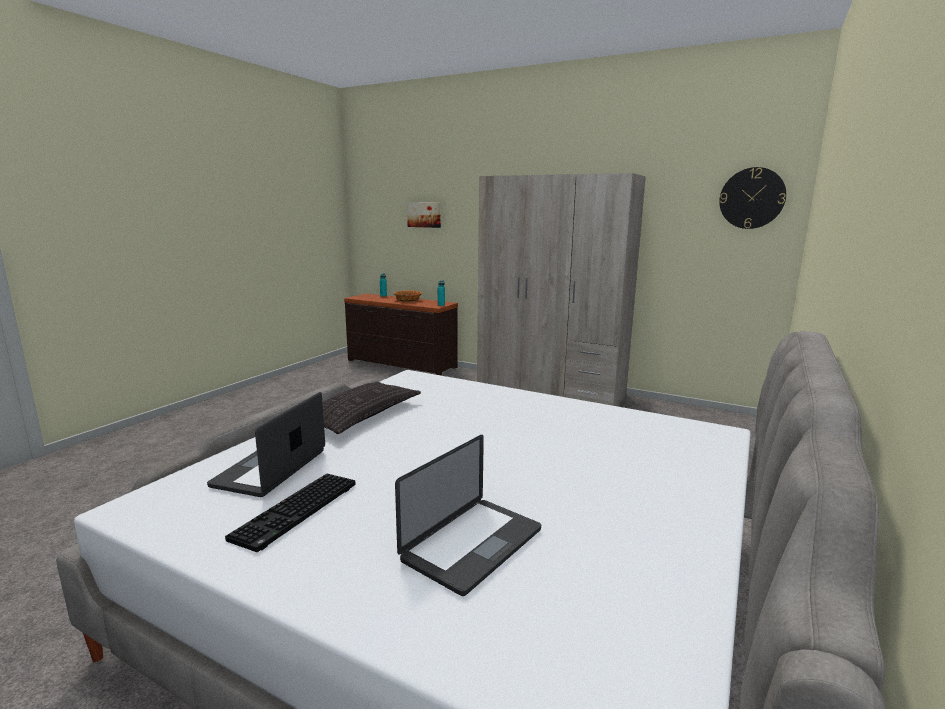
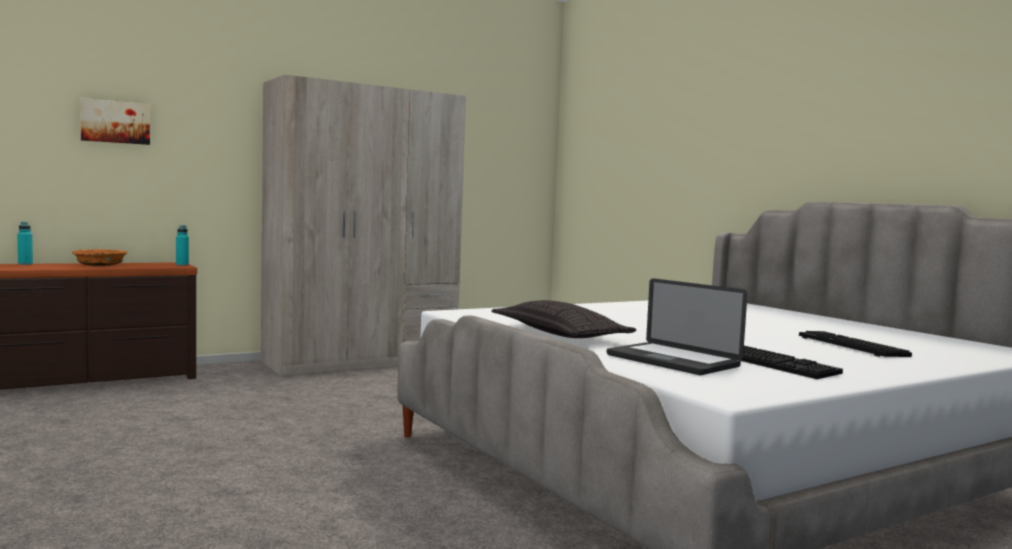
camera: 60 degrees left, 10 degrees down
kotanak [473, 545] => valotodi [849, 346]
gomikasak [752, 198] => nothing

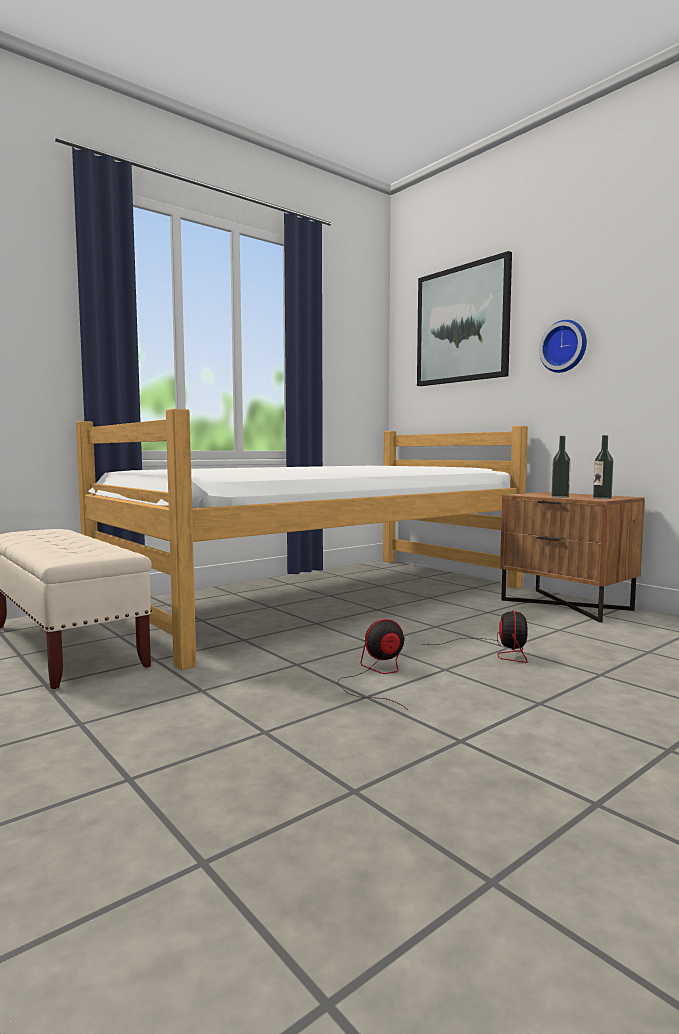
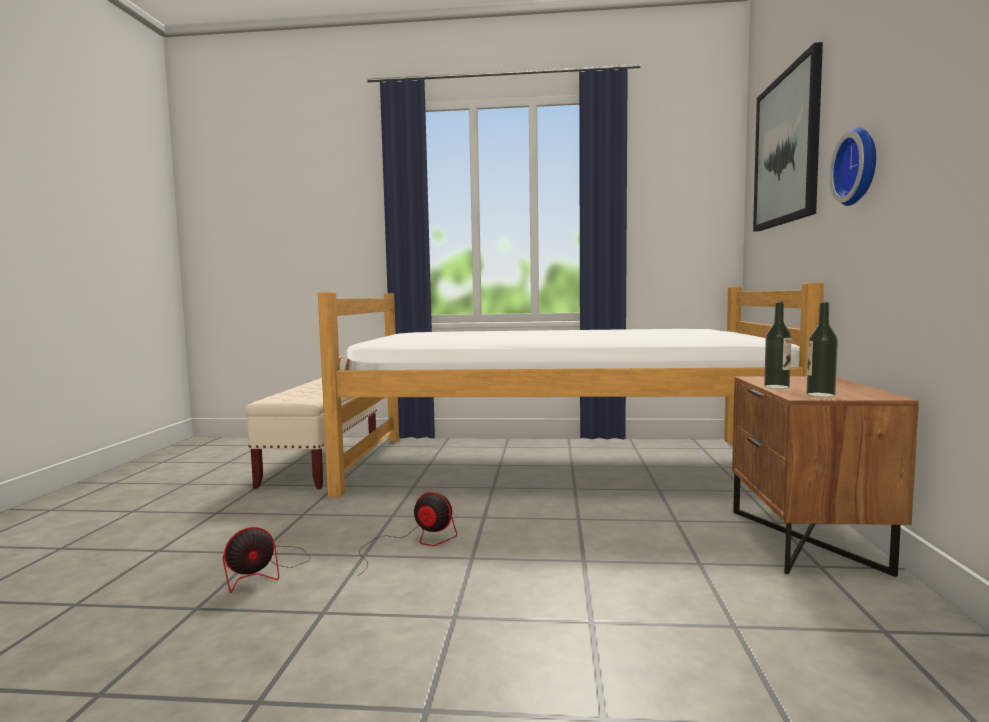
camera: 45 degrees right, 0 degrees up
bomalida [495, 651] => bomalida [264, 571], shifted

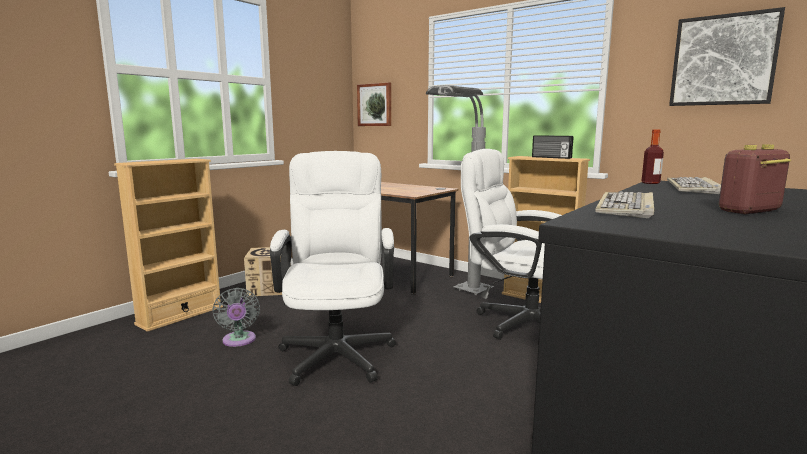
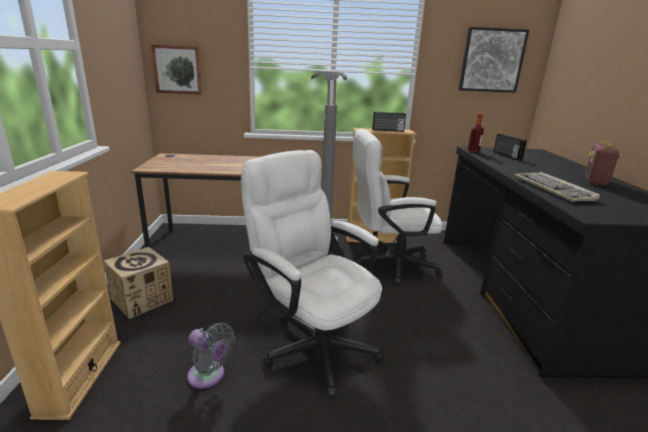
camera: 40 degrees left, 10 degrees up
valotodi [693, 188] => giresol [506, 155]

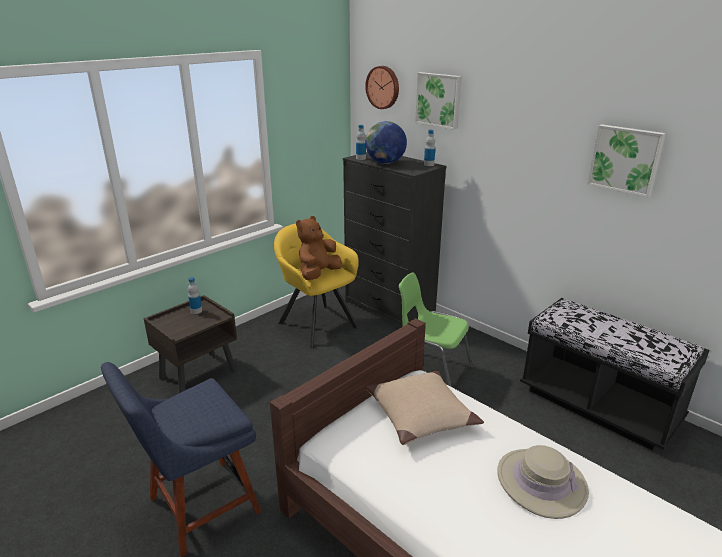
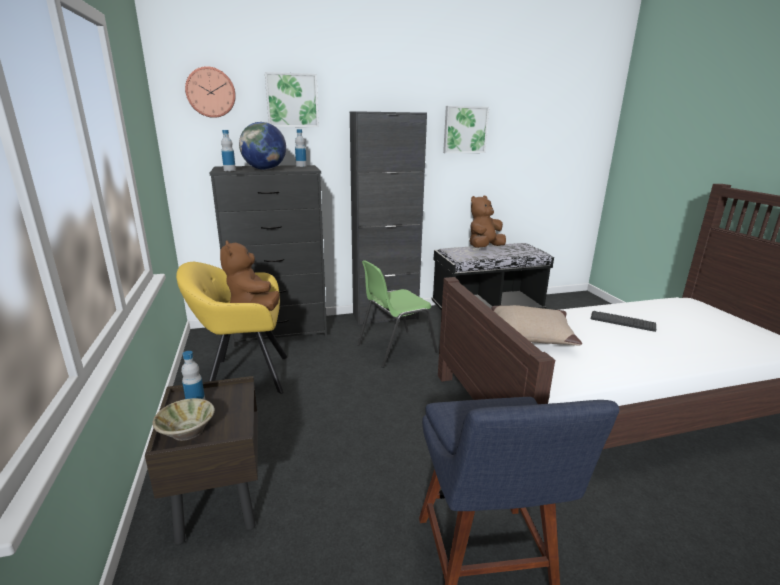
camera: 60 degrees left, 5 degrees down
nothing => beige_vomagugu [186, 431]
nothing => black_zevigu [385, 316]
nothing => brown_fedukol [484, 248]
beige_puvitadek [541, 482] => valotodi [622, 321]

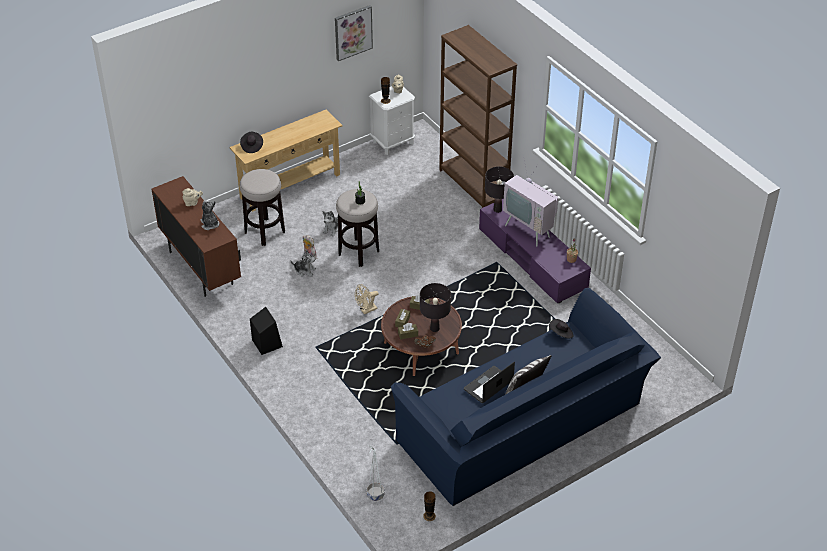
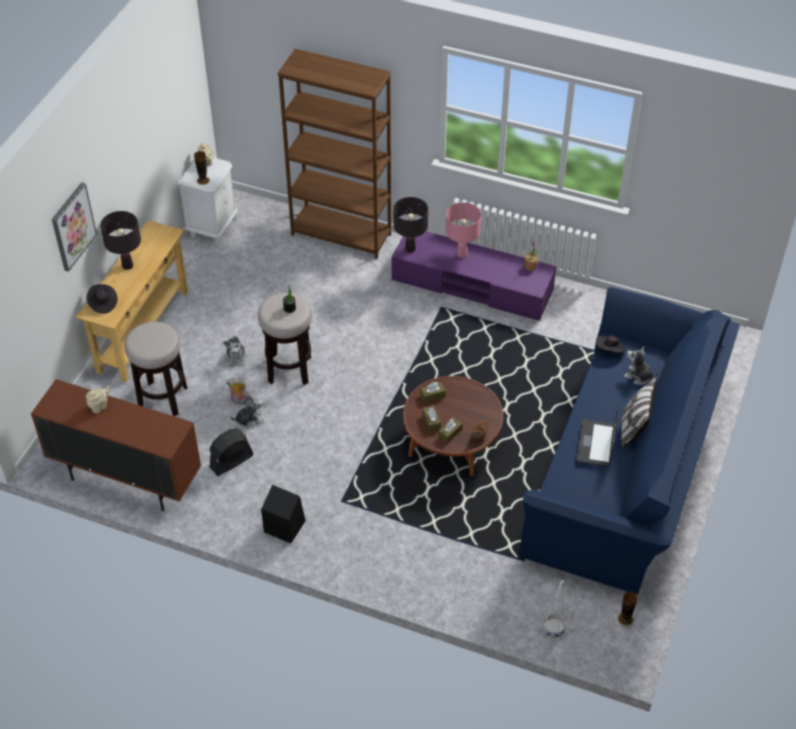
camera: 35 degrees left, 5 degrees up
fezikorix [353, 32] => fezikorix [72, 226], shifted
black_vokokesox [435, 328] => black_vokokesox [127, 266], shifted
nothing => black_bomalida [231, 461]
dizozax [530, 229] => pink_vokokesox [462, 254]
fedukol [210, 224] => fedukol [638, 376], shifted
beige_bomalida [366, 310] => nothing

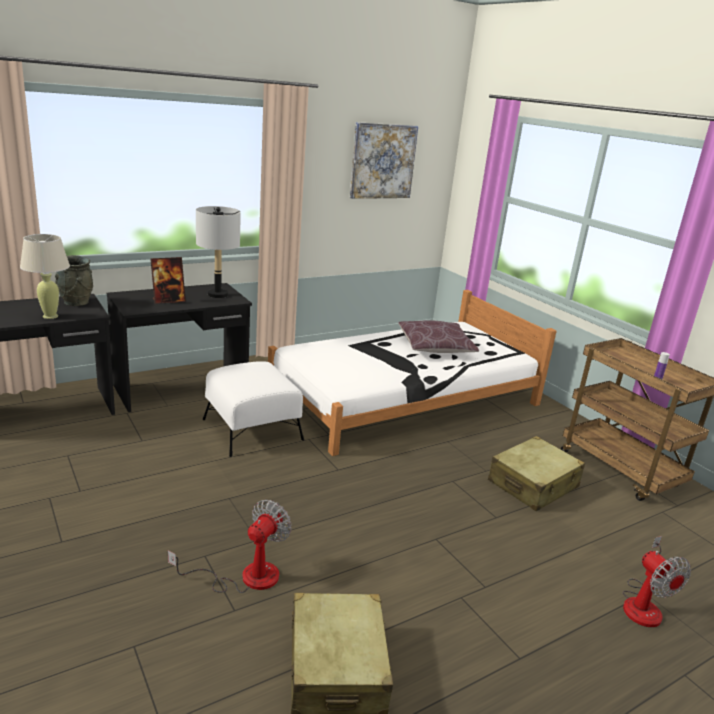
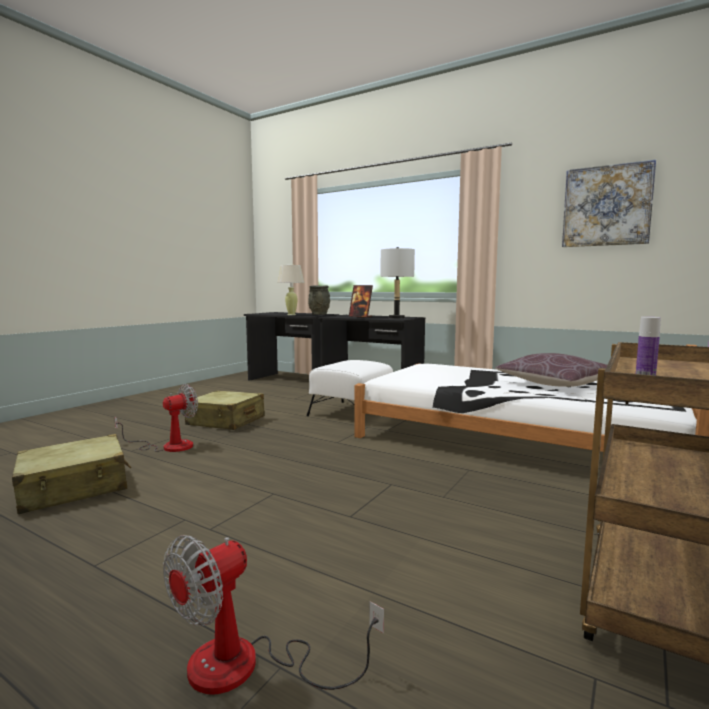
camera: 65 degrees right, 15 degrees down
bomalida [246, 577] => bomalida [168, 446], 45 degrees counterclockwise
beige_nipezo [533, 484] => beige_nipezo [225, 421], shifted

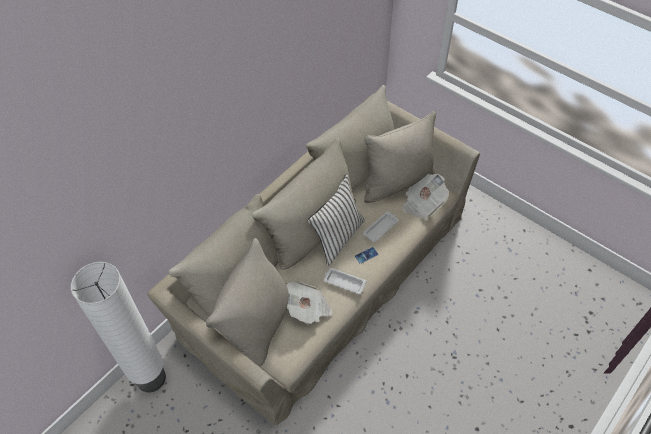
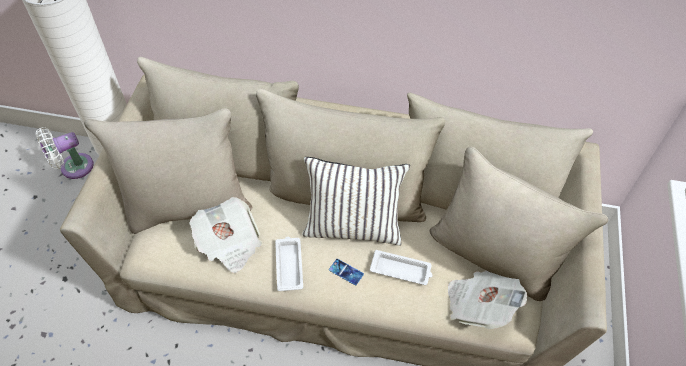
camera: 60 degrees right, 0 degrees up
nothing => white_bomalida [73, 167]

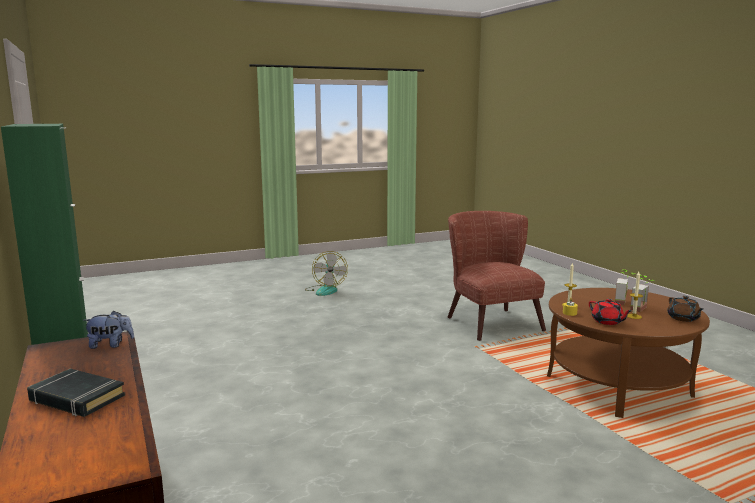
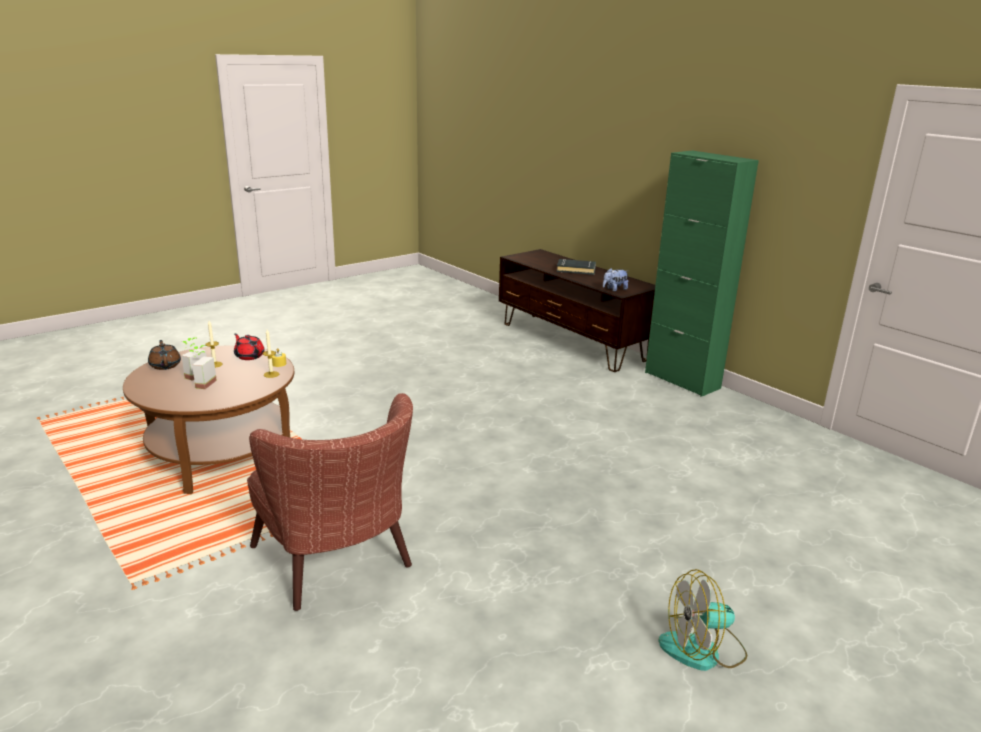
camera: 165 degrees right, 10 degrees up
bomalida [325, 290] => bomalida [702, 650], 75 degrees counterclockwise

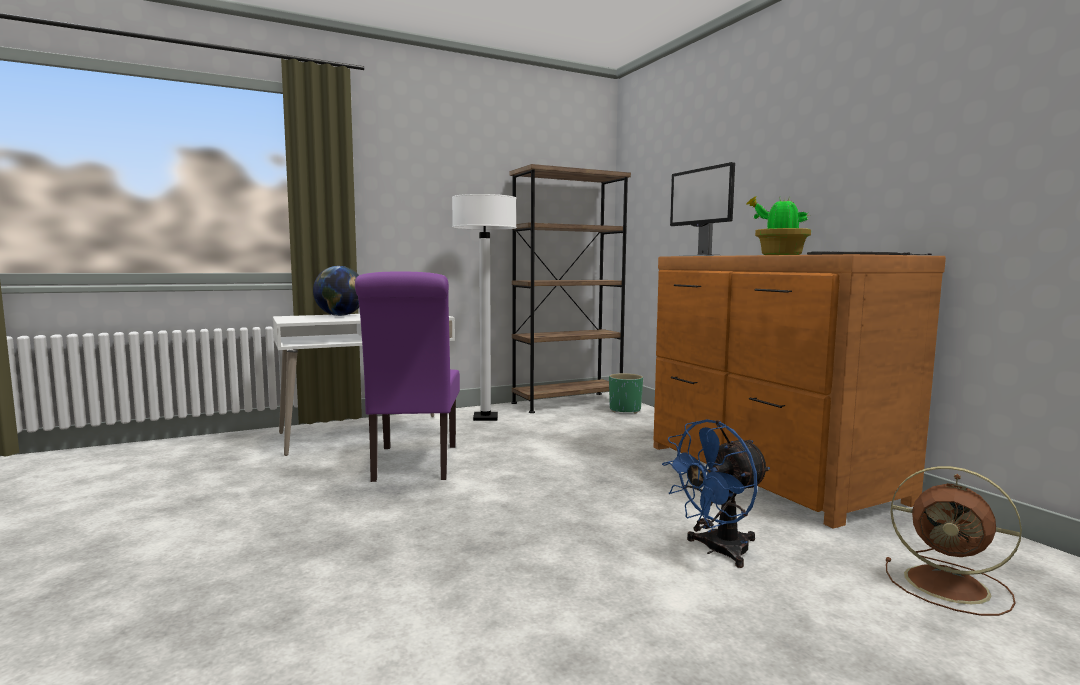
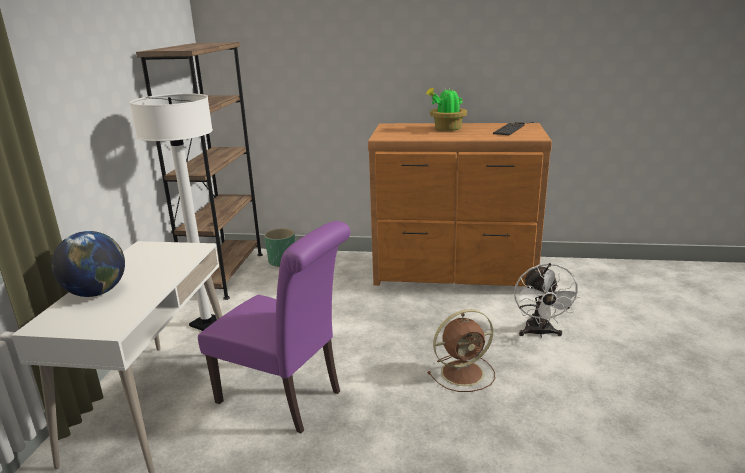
camera: 55 degrees left, 15 degrees up
brown_bomalida [950, 586] => brown_bomalida [464, 372], shifted
blue_bomalida [717, 551] => white_bomalida [539, 333]
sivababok [699, 255] => nothing

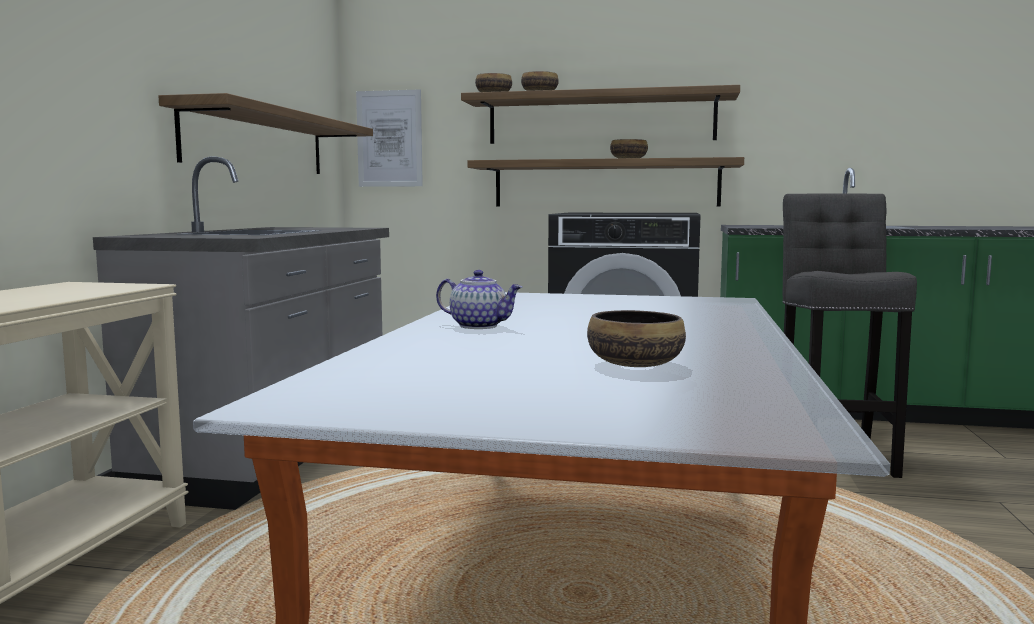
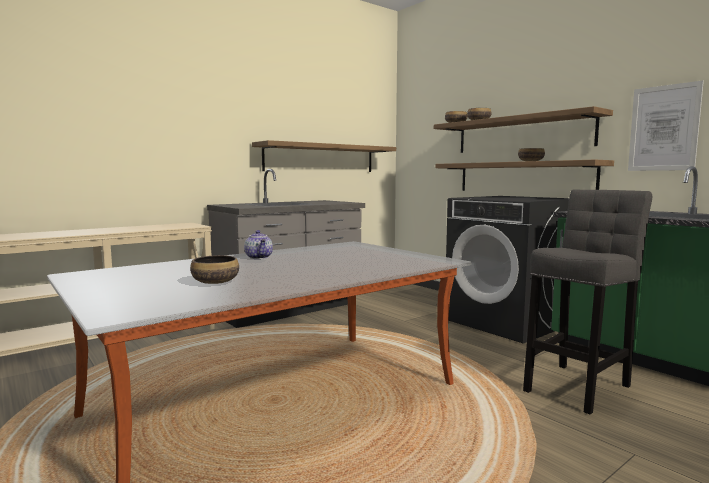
camera: 40 degrees right, 0 degrees up
fezikorix [389, 139] => fezikorix [663, 128], shifted

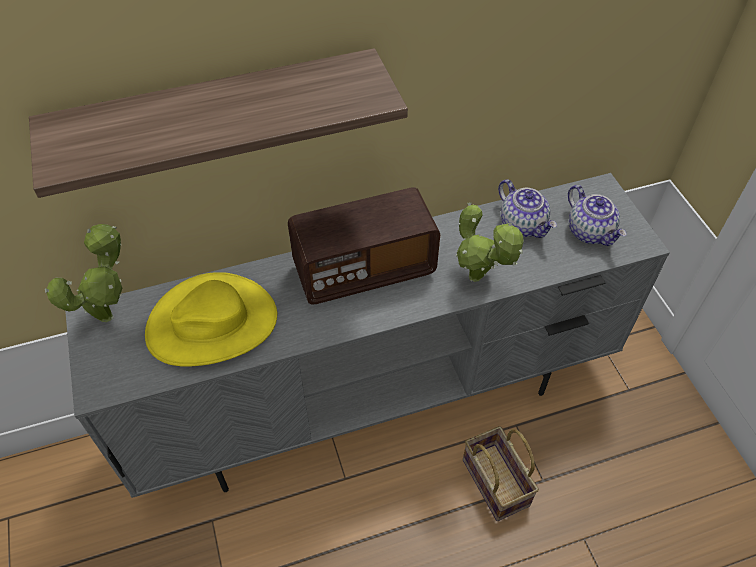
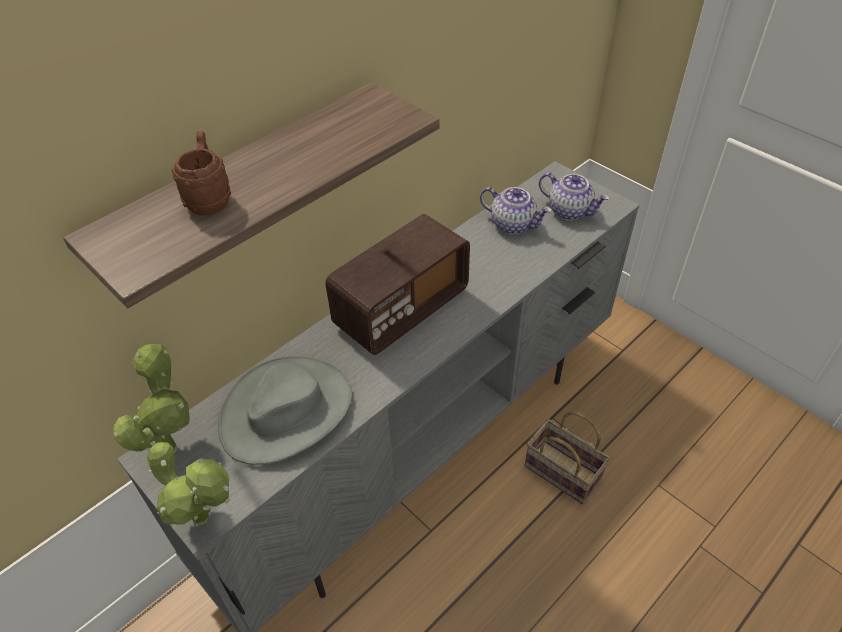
camera: 25 degrees left, 5 degrees down
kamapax [478, 280] => kamapax [206, 520], shifted
nothing => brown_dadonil [210, 199]
yellow_puvitadek [212, 323] => grey_puvitadek [286, 411]

